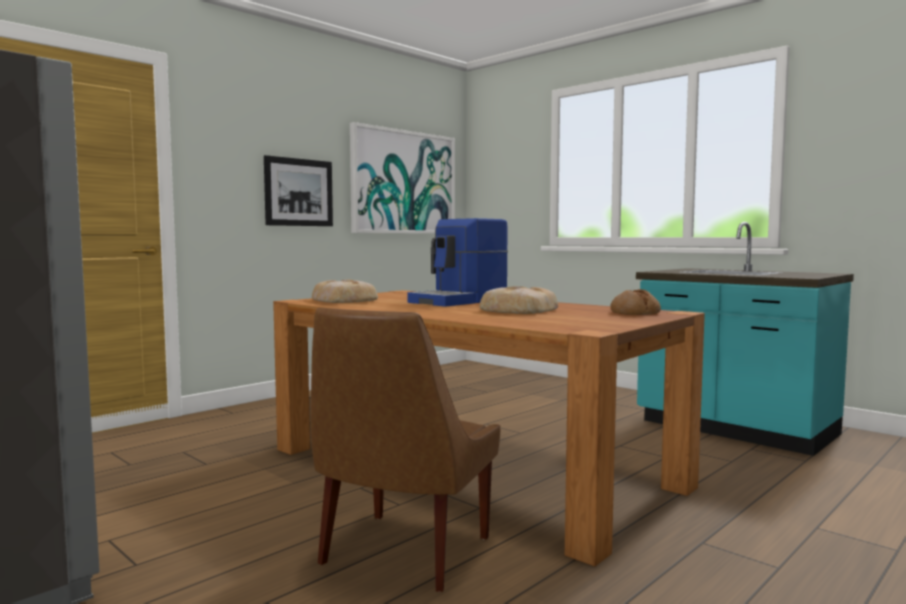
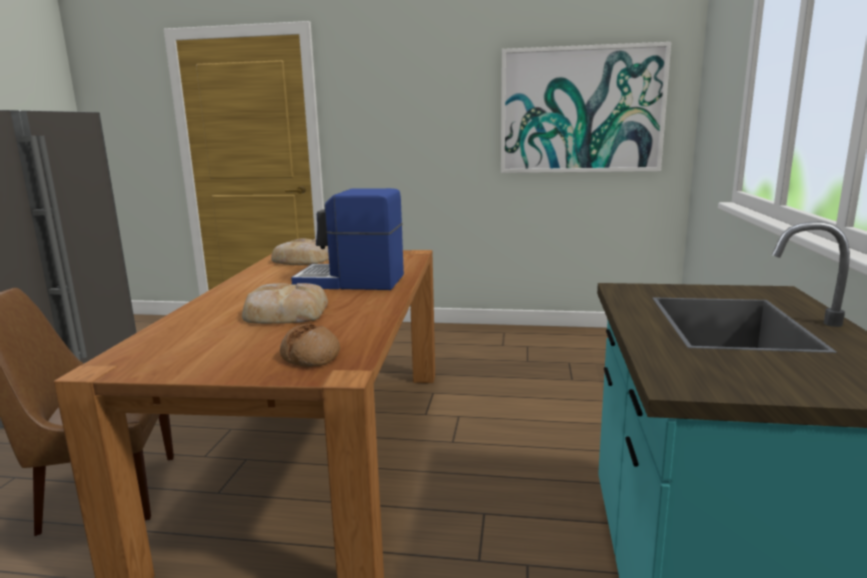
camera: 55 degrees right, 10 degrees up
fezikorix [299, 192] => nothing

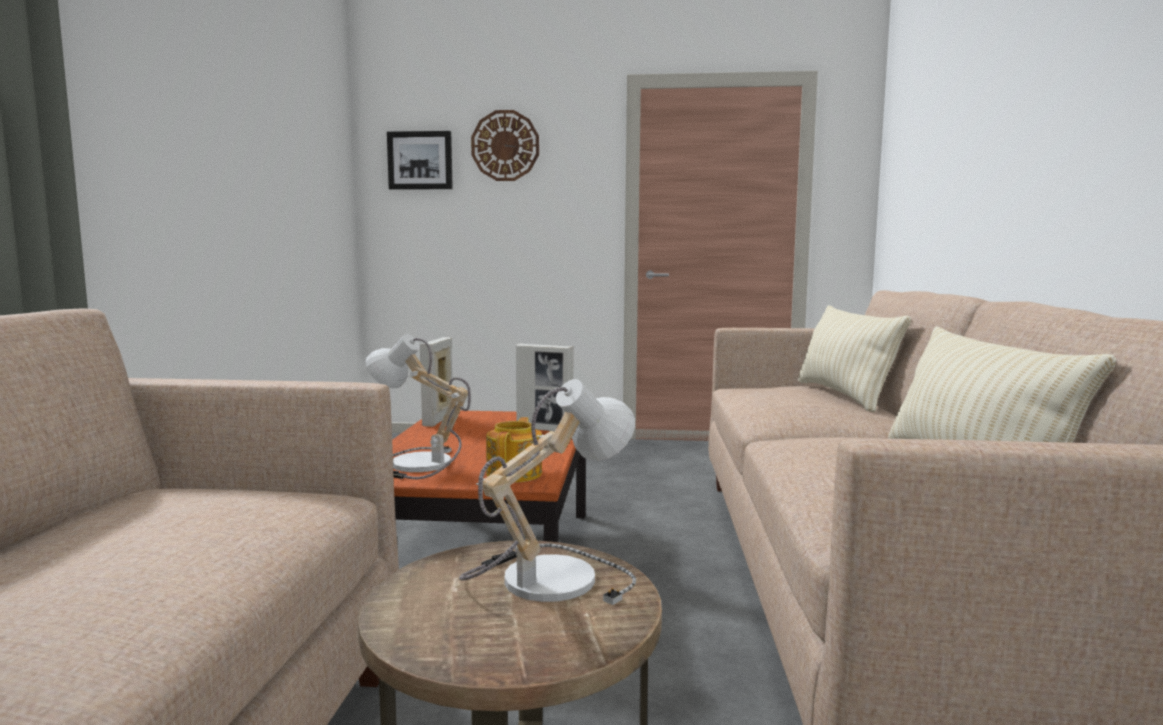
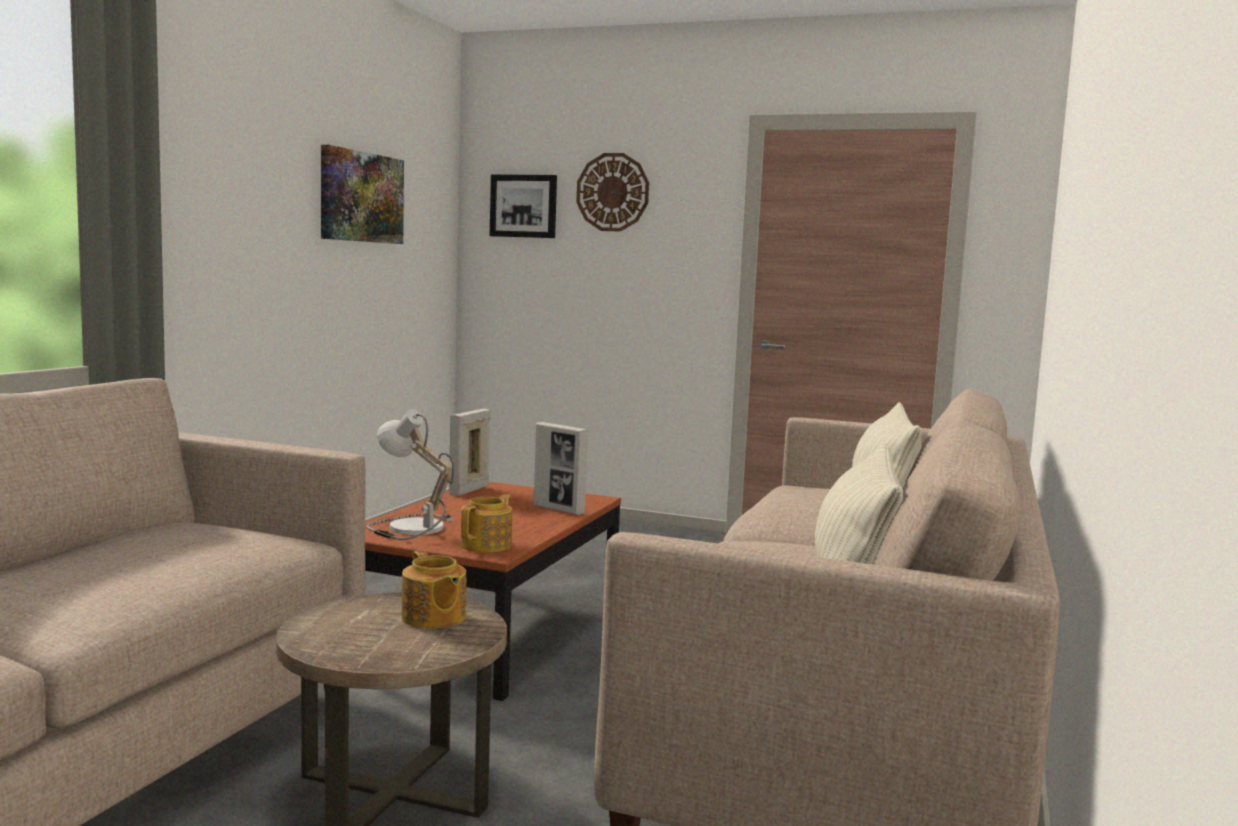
camera: 15 degrees right, 0 degrees up
nothing => fezikorix [361, 197]
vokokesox [547, 575] => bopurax [433, 618]

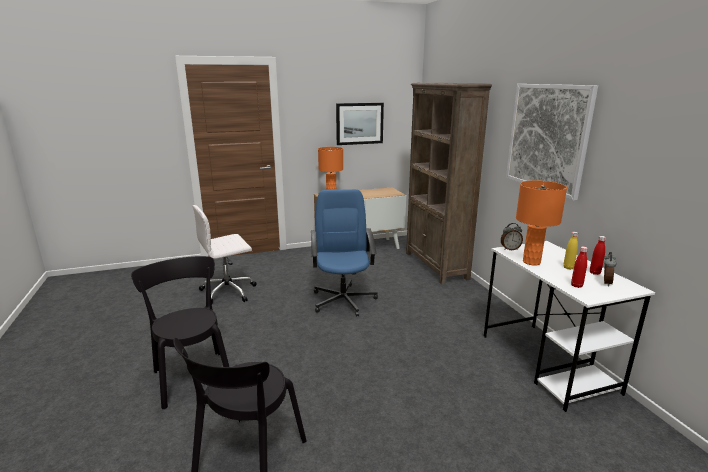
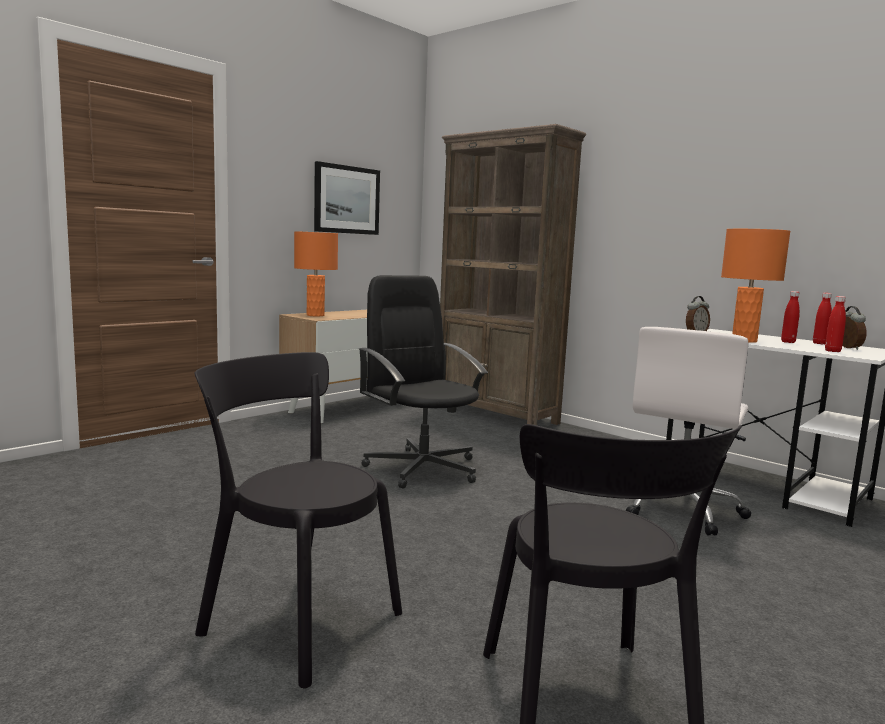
camera: 30 degrees left, 10 degrees down
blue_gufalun [343, 300] => black_gufalun [422, 467]
white_gufalun [229, 291] => white_gufalun [680, 509], shifted
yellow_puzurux [568, 268] => red_puzurux [788, 342]
fezikorix [547, 138] => nothing

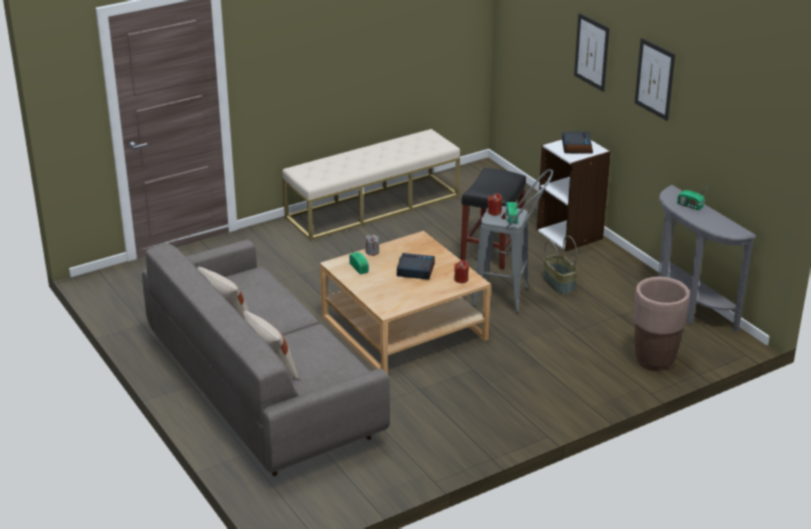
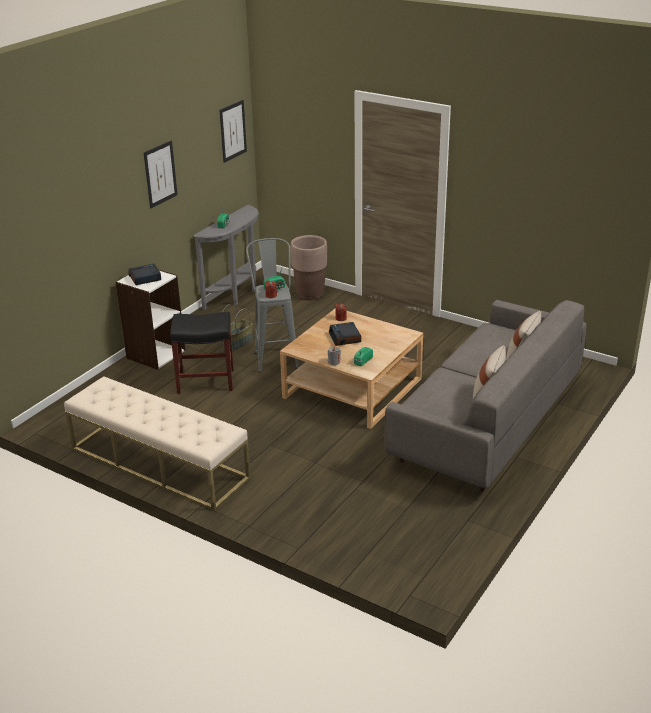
camera: 115 degrees left, 0 degrees up
fezikorix [591, 52] => fezikorix [233, 131], shifted

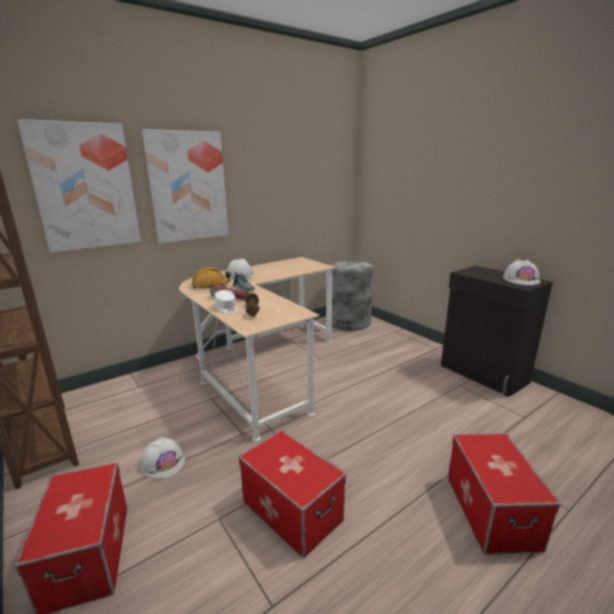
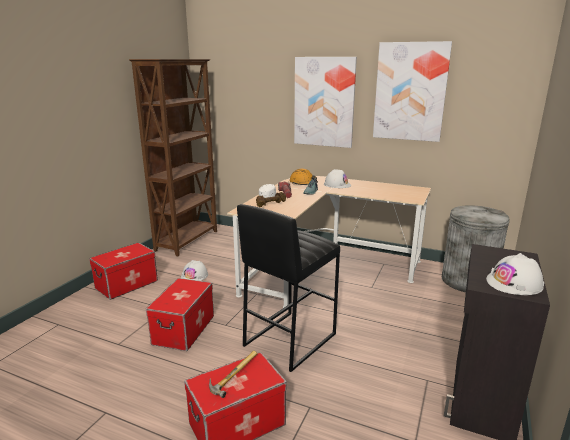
camera: 60 degrees right, 0 degrees up
nothing => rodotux [232, 374]
nothing => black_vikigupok [288, 339]
fezikorix [85, 187] => fezikorix [410, 92], shifted

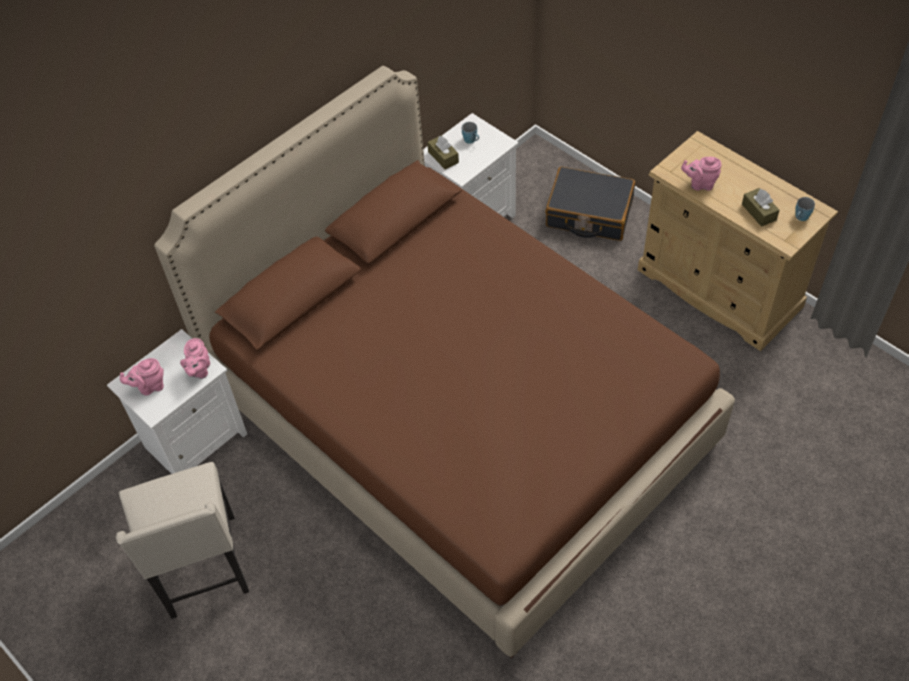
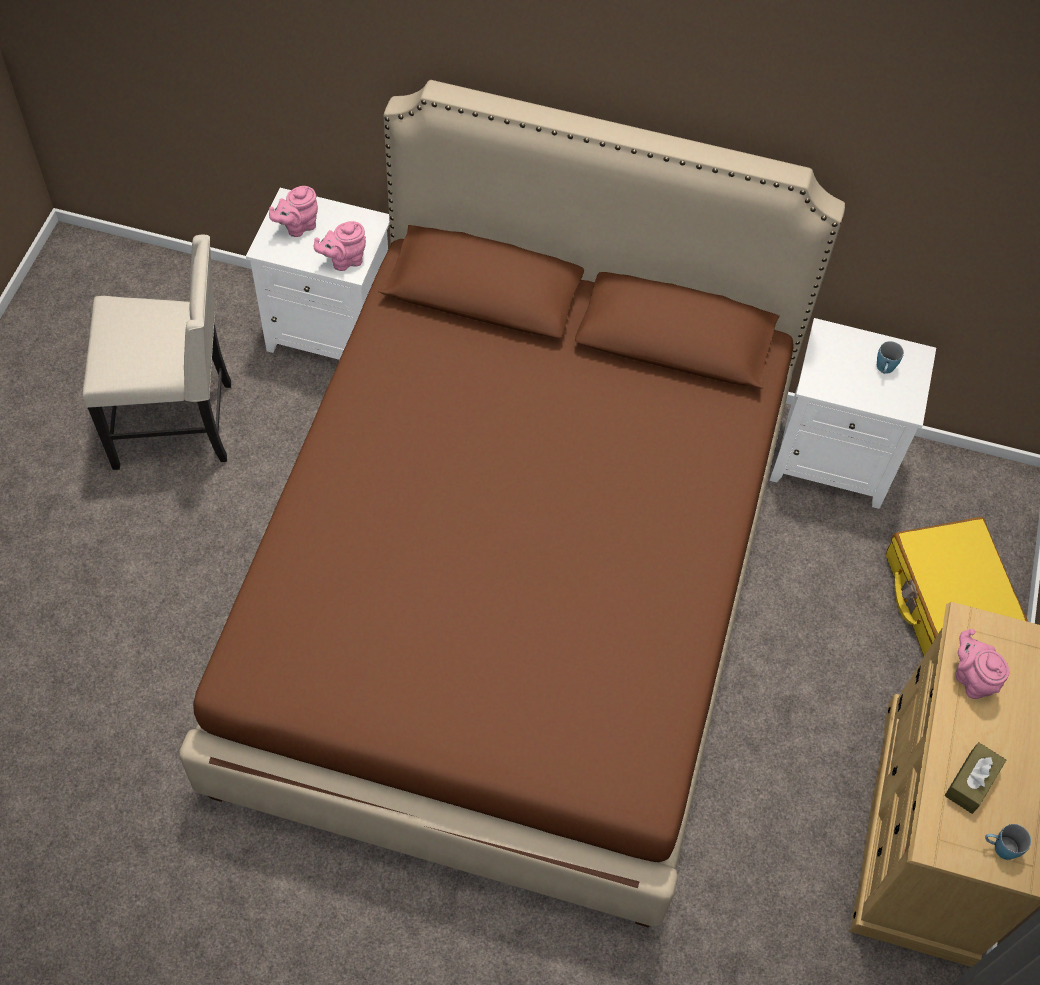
camera: 55 degrees right, 5 degrees up
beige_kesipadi [202, 568] => beige_kesipadi [177, 423], 135 degrees counterclockwise
pink_bopurax [149, 386] => pink_bopurax [298, 226], 75 degrees counterclockwise
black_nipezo [589, 213] => yellow_nipezo [947, 599]
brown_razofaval [443, 157] => nothing

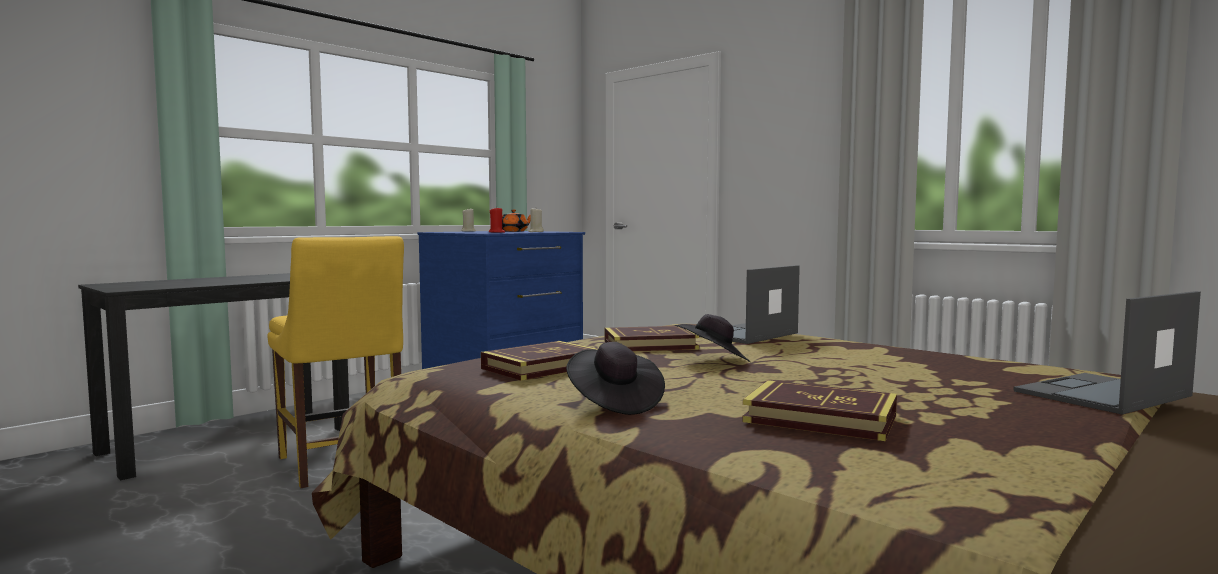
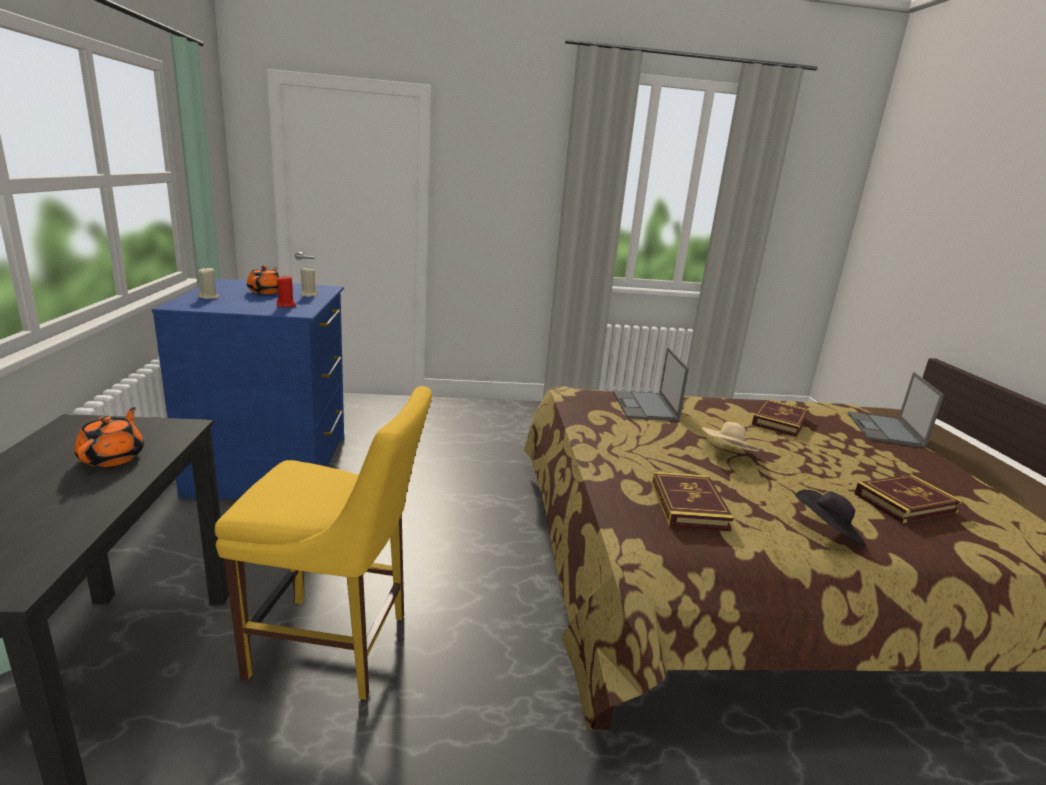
camera: 50 degrees left, 15 degrees up
nothing => orange_bopurax [113, 457]
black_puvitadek [713, 361] => beige_puvitadek [727, 454]
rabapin [650, 345] => rabapin [779, 421], shifted

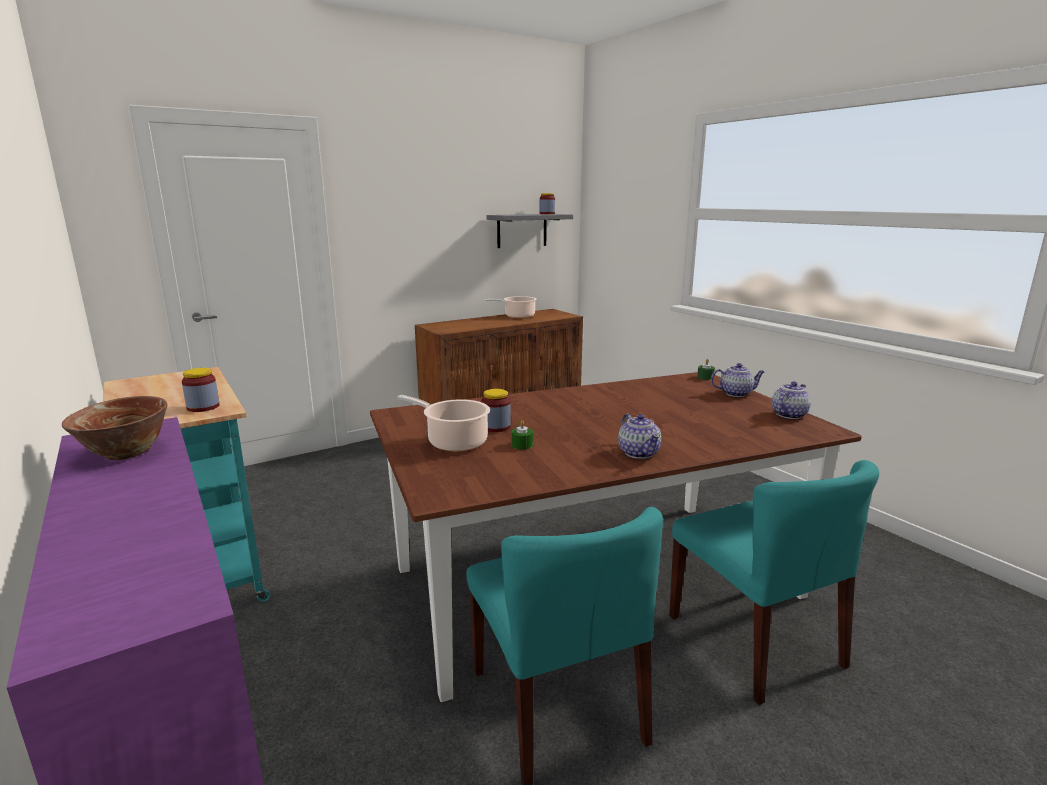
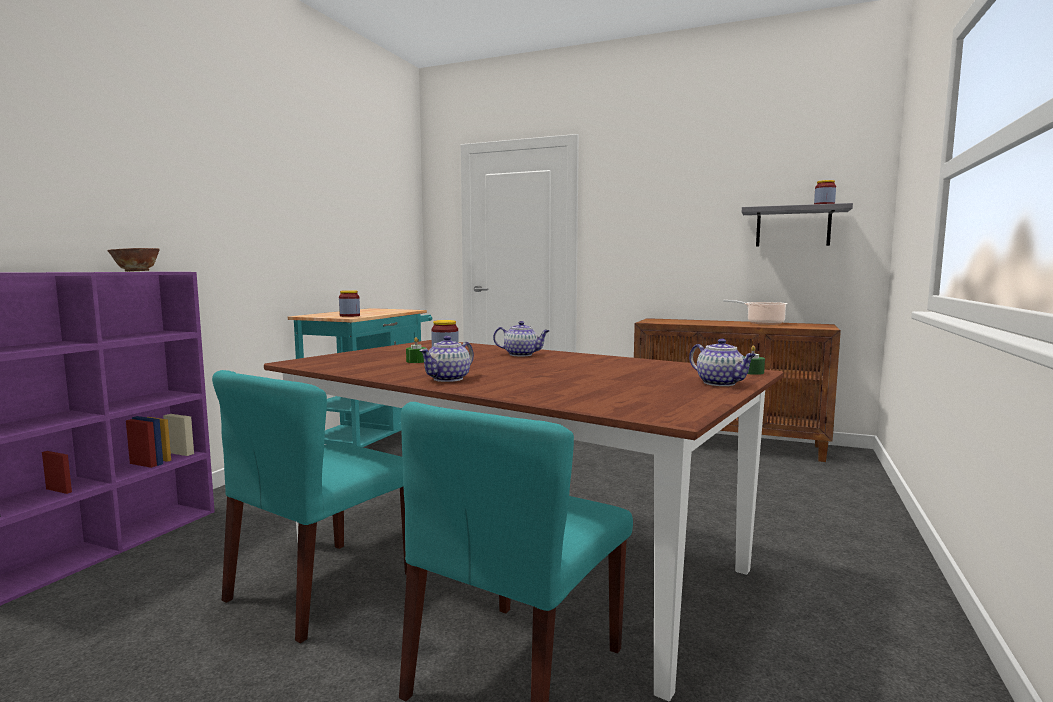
camera: 55 degrees right, 10 degrees down
bopurax [789, 414] => bopurax [522, 354], shifted
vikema [454, 441] => nothing

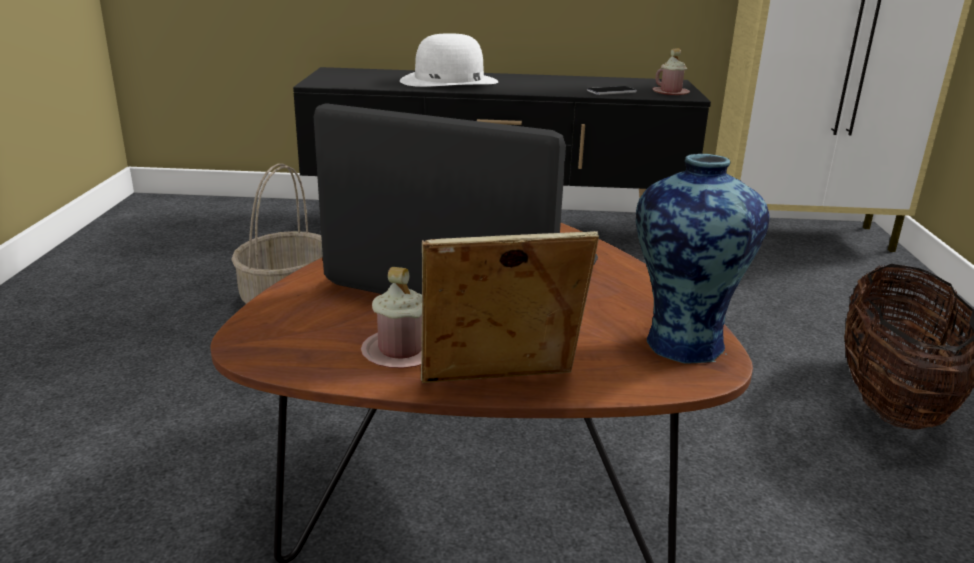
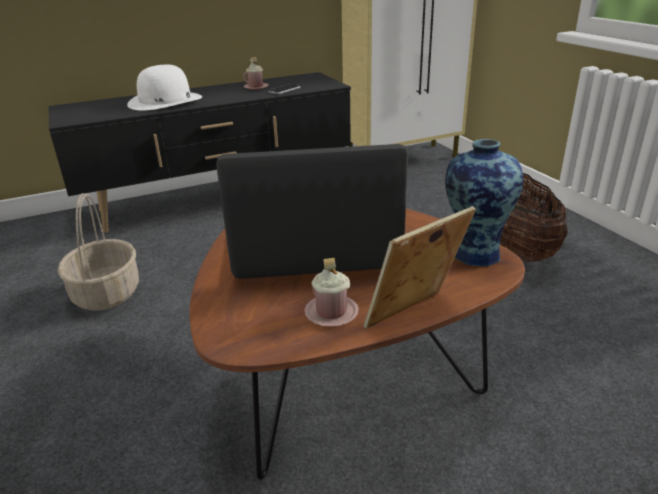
camera: 25 degrees left, 5 degrees up
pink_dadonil [670, 92] => pink_dadonil [256, 87], shifted

